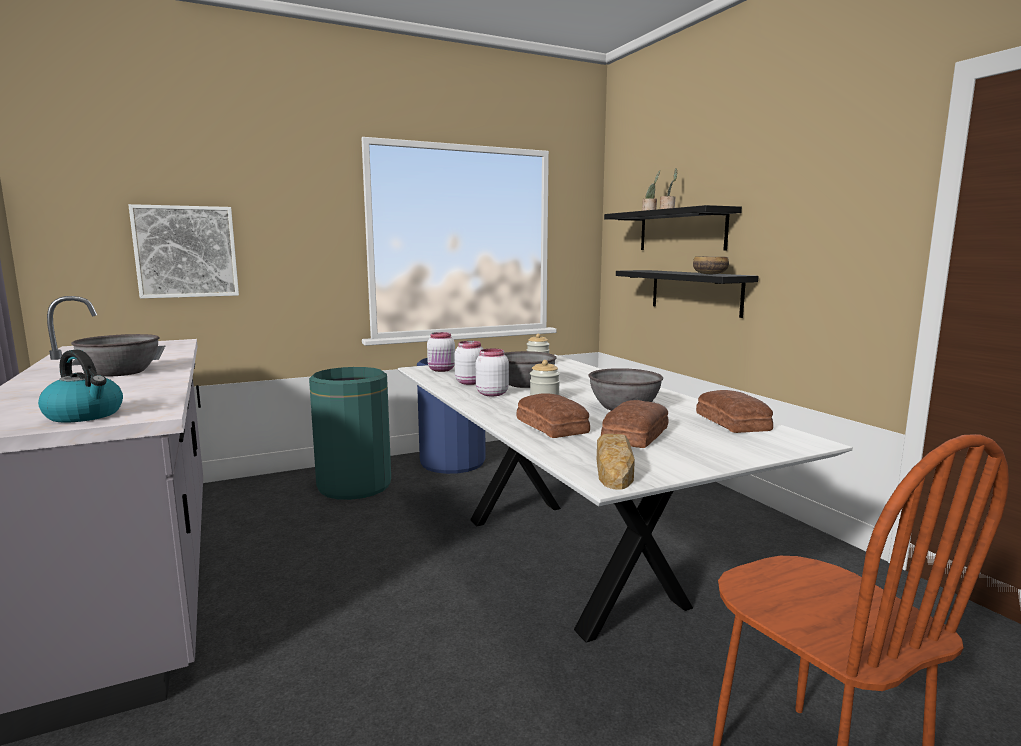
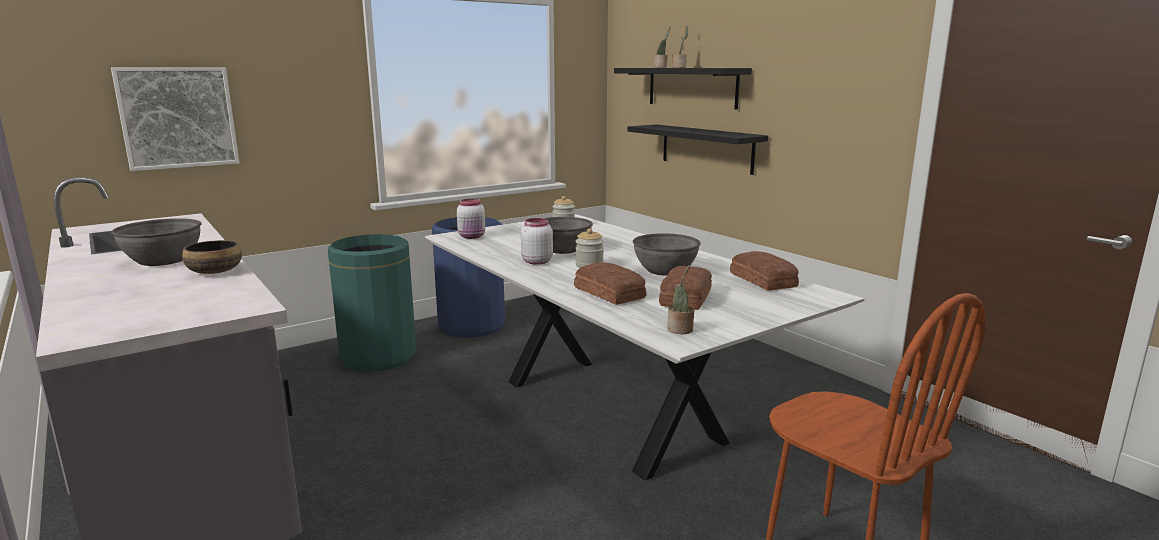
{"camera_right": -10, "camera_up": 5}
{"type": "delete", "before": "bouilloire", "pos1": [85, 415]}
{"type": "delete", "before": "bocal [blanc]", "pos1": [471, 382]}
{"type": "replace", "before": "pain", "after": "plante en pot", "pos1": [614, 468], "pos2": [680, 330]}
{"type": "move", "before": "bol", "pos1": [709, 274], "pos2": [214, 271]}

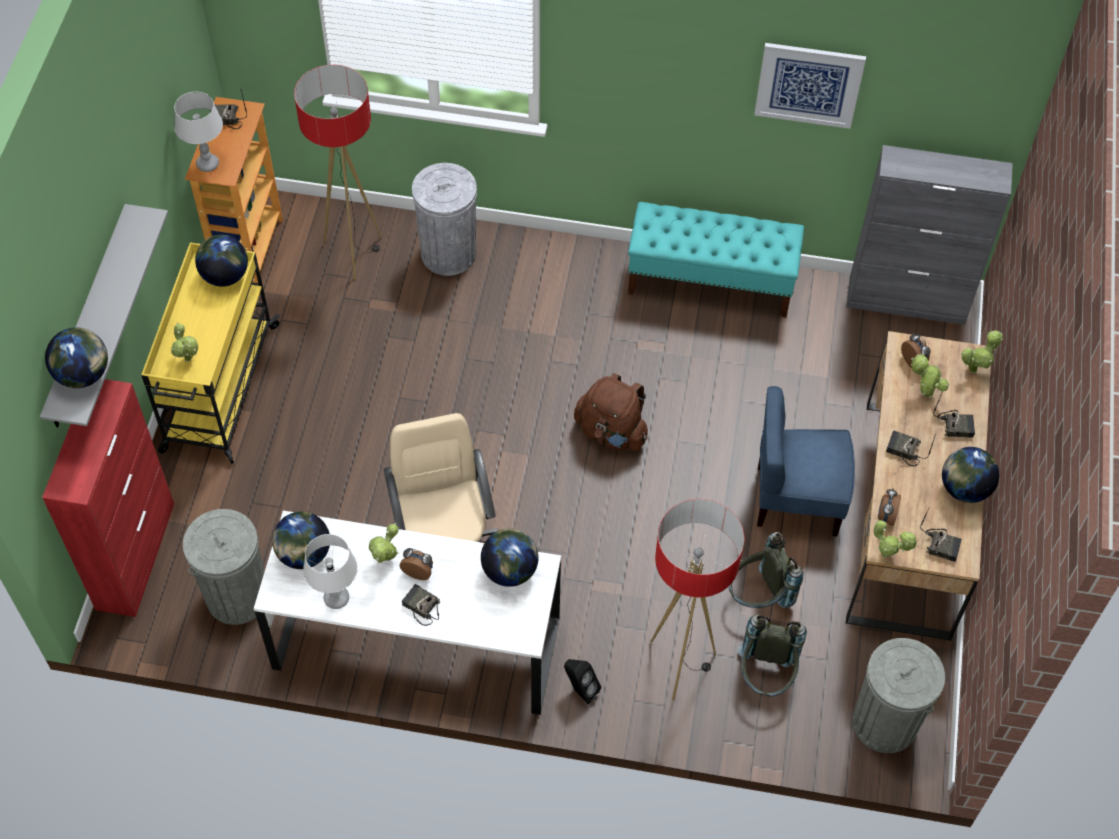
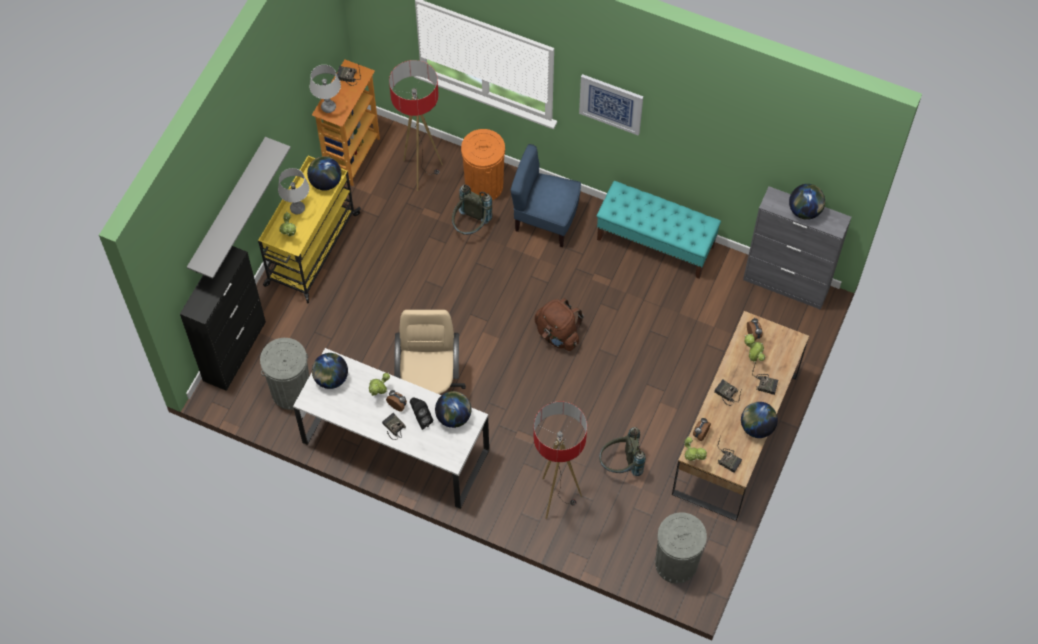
{"camera_right": 15, "camera_up": 5}
{"type": "recolor", "before": "meuble de rangement [rouge]", "after": "meuble de rangement [noir]", "pos1": [136, 555], "pos2": [235, 351]}
{"type": "move", "before": "globe", "pos1": [83, 374], "pos2": [805, 210]}
{"type": "move", "before": "lampe de table [gris]", "pos1": [336, 598], "pos2": [297, 208]}
{"type": "recolor", "before": "poubelle [gris]", "after": "poubelle [orange]", "pos1": [448, 253], "pos2": [484, 185]}
{"type": "move", "before": "enceinte [noir]", "pos1": [580, 690], "pos2": [420, 419]}
{"type": "move", "before": "sac à dos [gris]", "pos1": [766, 676], "pos2": [470, 226]}
{"type": "move", "before": "tableau", "pos1": [808, 84], "pos2": [611, 103]}
{"type": "move", "before": "chaise [bleu]", "pos1": [796, 499], "pos2": [545, 219]}
{"type": "delete", "before": "plante en pot", "pos1": [975, 369]}

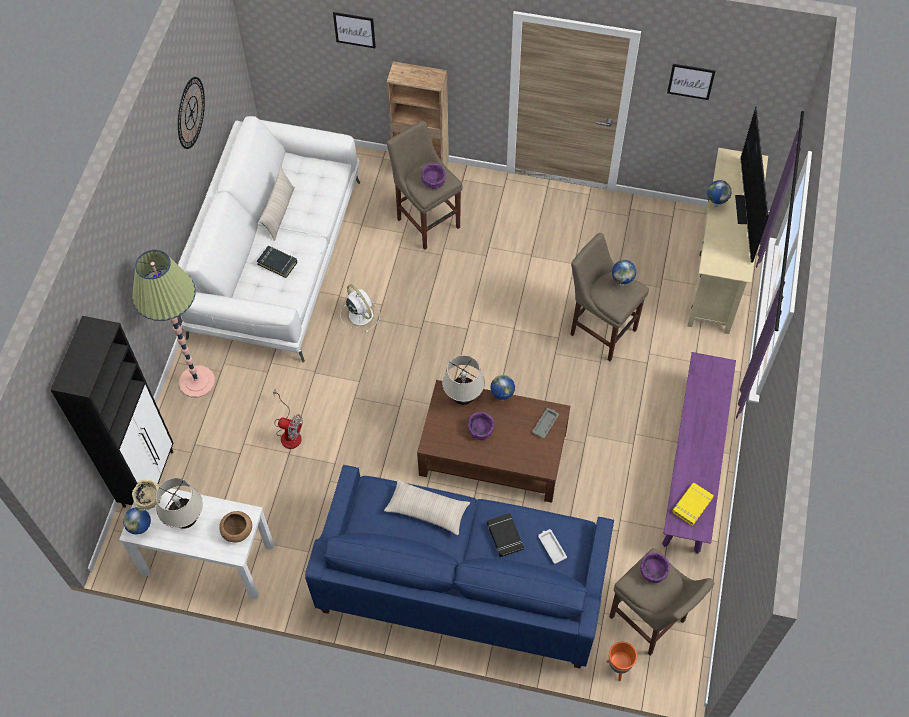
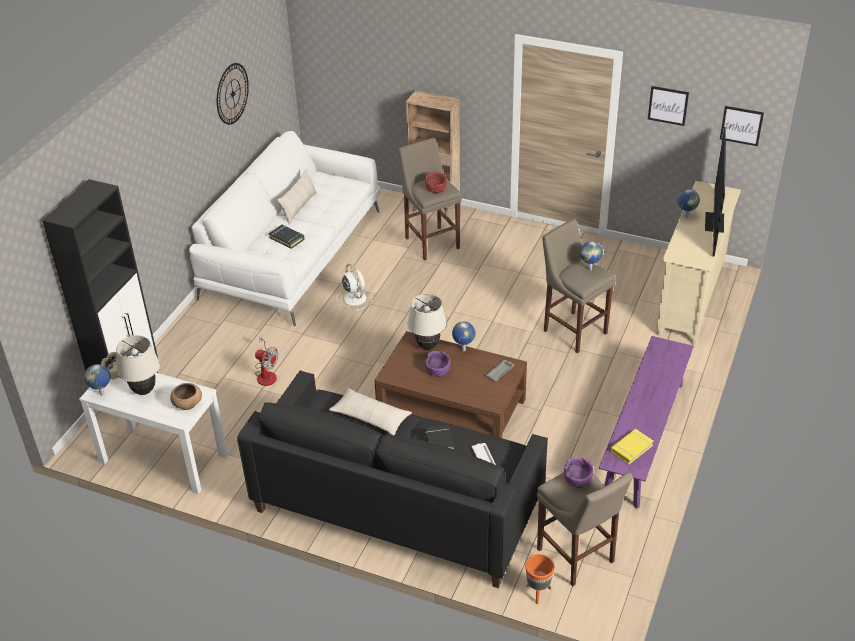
{"camera_right": 10, "camera_up": -20}
{"type": "delete", "before": "lampadaire", "pos1": [197, 382]}
{"type": "recolor", "before": "canapé [bleu]", "after": "canapé [noir]", "pos1": [463, 582], "pos2": [398, 504]}
{"type": "move", "before": "tableau", "pos1": [354, 29], "pos2": [741, 125]}
{"type": "recolor", "before": "bol [violet]", "after": "bol [rouge]", "pos1": [433, 181], "pos2": [436, 189]}

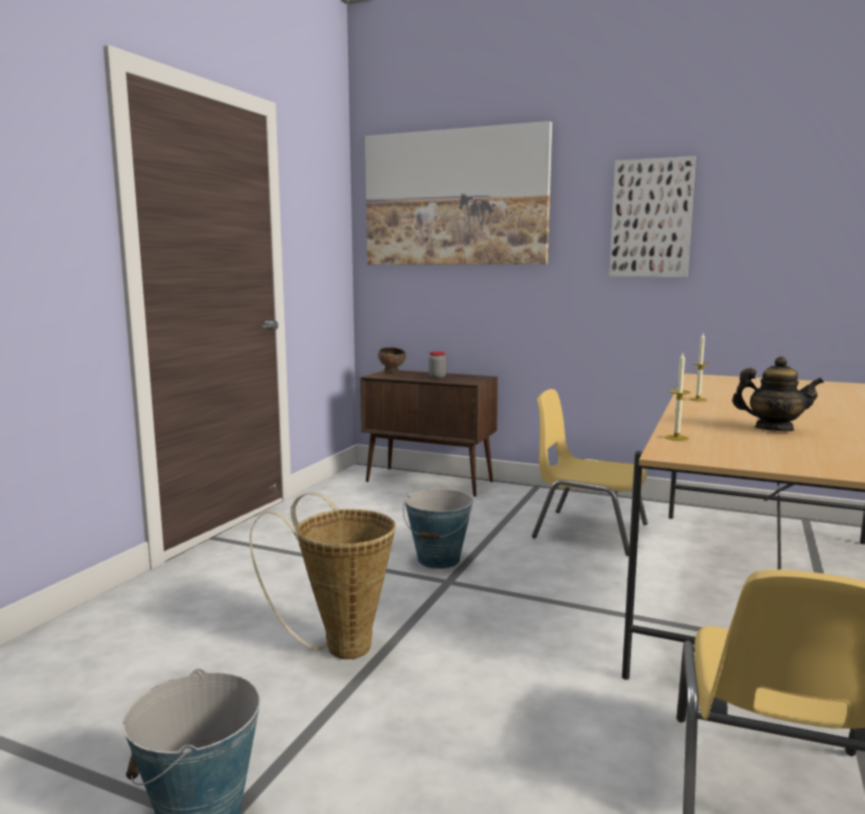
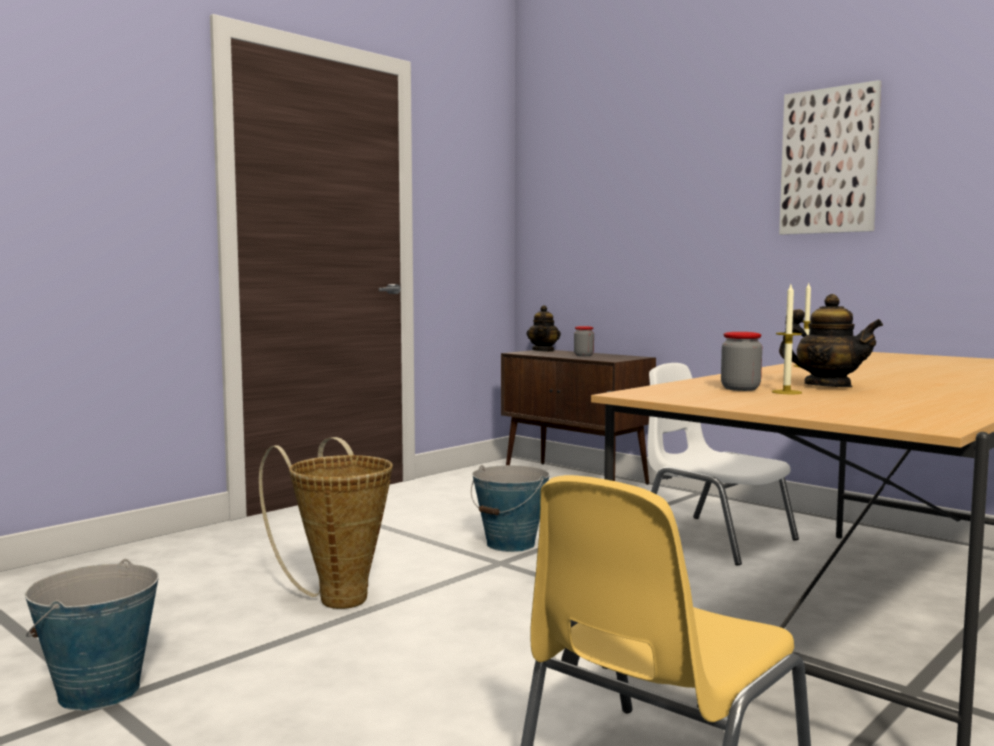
{"camera_right": 20, "camera_up": -5}
{"type": "delete", "before": "tableau", "pos1": [455, 198]}
{"type": "replace", "before": "bol [marron]", "after": "théière", "pos1": [392, 372], "pos2": [543, 350]}
{"type": "recolor", "before": "chaise [jaune]", "after": "chaise [blanc]", "pos1": [588, 531], "pos2": [714, 538]}
{"type": "move", "before": "bougie", "pos1": [676, 438], "pos2": [786, 392]}
{"type": "insert", "after": "bocal", "pos2": [740, 389]}

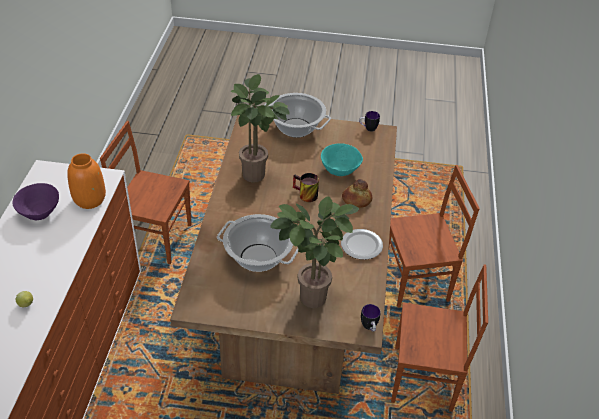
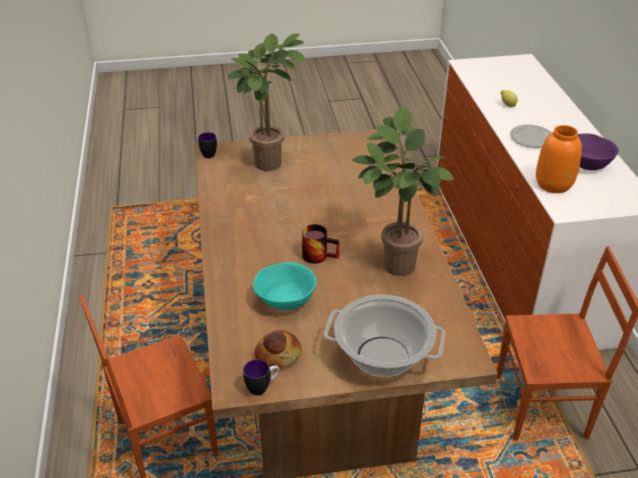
{"camera_right": 165, "camera_up": -5}
{"type": "delete", "before": "marmite", "pos1": [258, 258]}
{"type": "move", "before": "assiette", "pos1": [360, 245], "pos2": [532, 138]}
{"type": "move", "before": "pain", "pos1": [356, 200], "pos2": [278, 355]}
{"type": "delete", "before": "chaise [marron]", "pos1": [424, 380]}

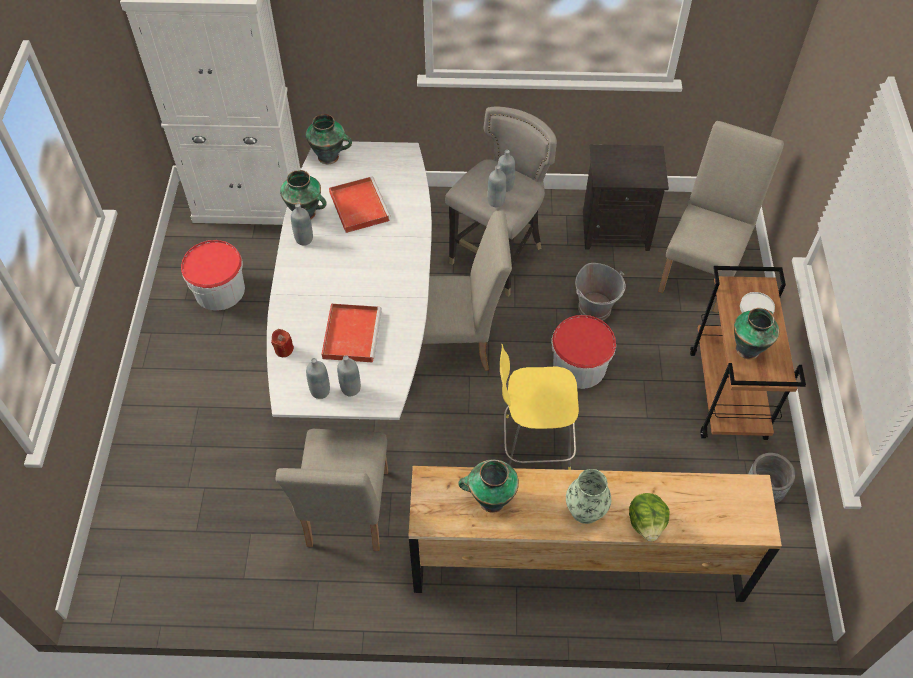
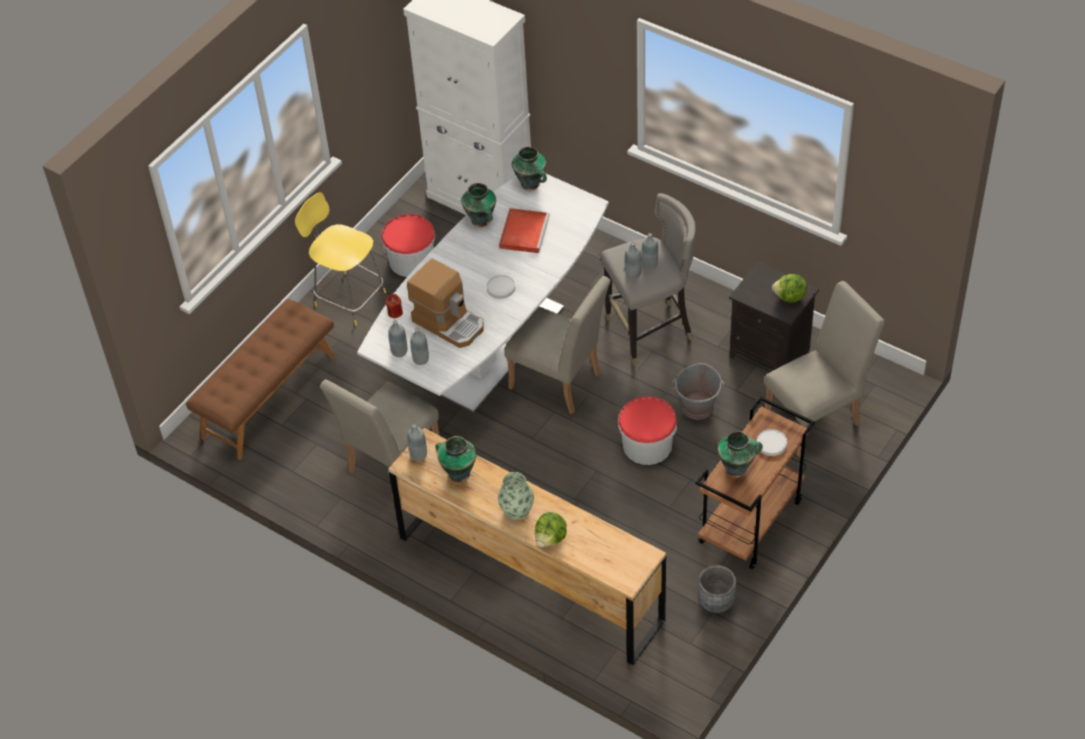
{"camera_right": 35, "camera_up": -5}
{"type": "move", "before": "bouteille [gris]", "pos1": [304, 239], "pos2": [418, 455]}
{"type": "replace", "before": "plateau [rouge]", "after": "machine à café", "pos1": [351, 333], "pos2": [449, 322]}
{"type": "move", "before": "tabouret [jaune]", "pos1": [534, 443], "pos2": [348, 297]}
{"type": "insert", "after": "banc [marron]", "pos2": [268, 396]}
{"type": "insert", "after": "assiette [blanc]", "pos2": [500, 288]}
{"type": "insert", "after": "laitue", "pos2": [789, 297]}

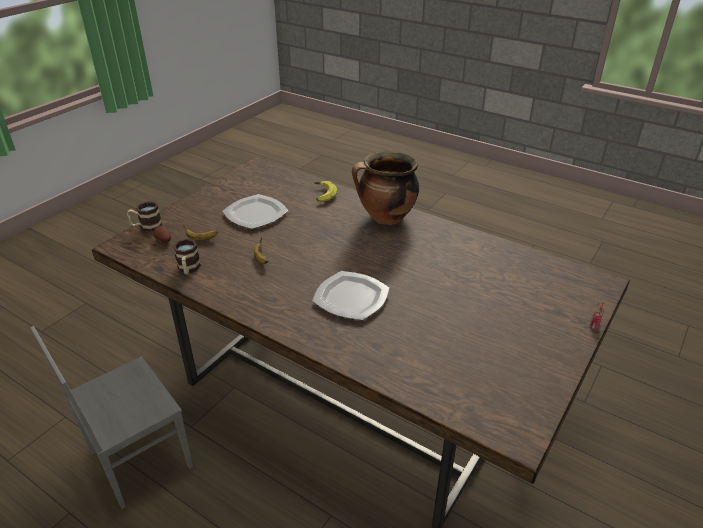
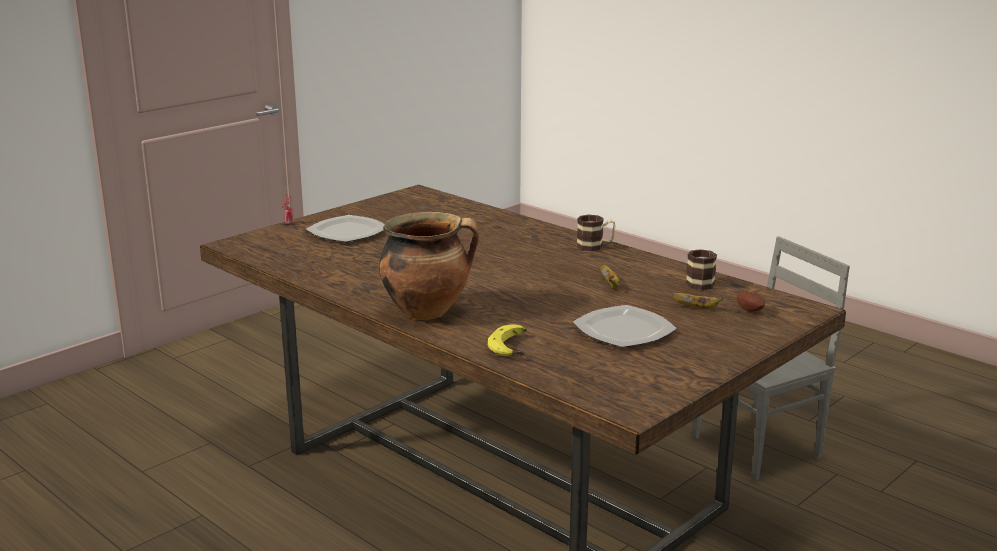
{"camera_right": -170, "camera_up": -15}
{"type": "move", "before": "mug", "pos1": [146, 227], "pos2": [595, 246]}
{"type": "move", "before": "assiette", "pos1": [351, 298], "pos2": [347, 232]}

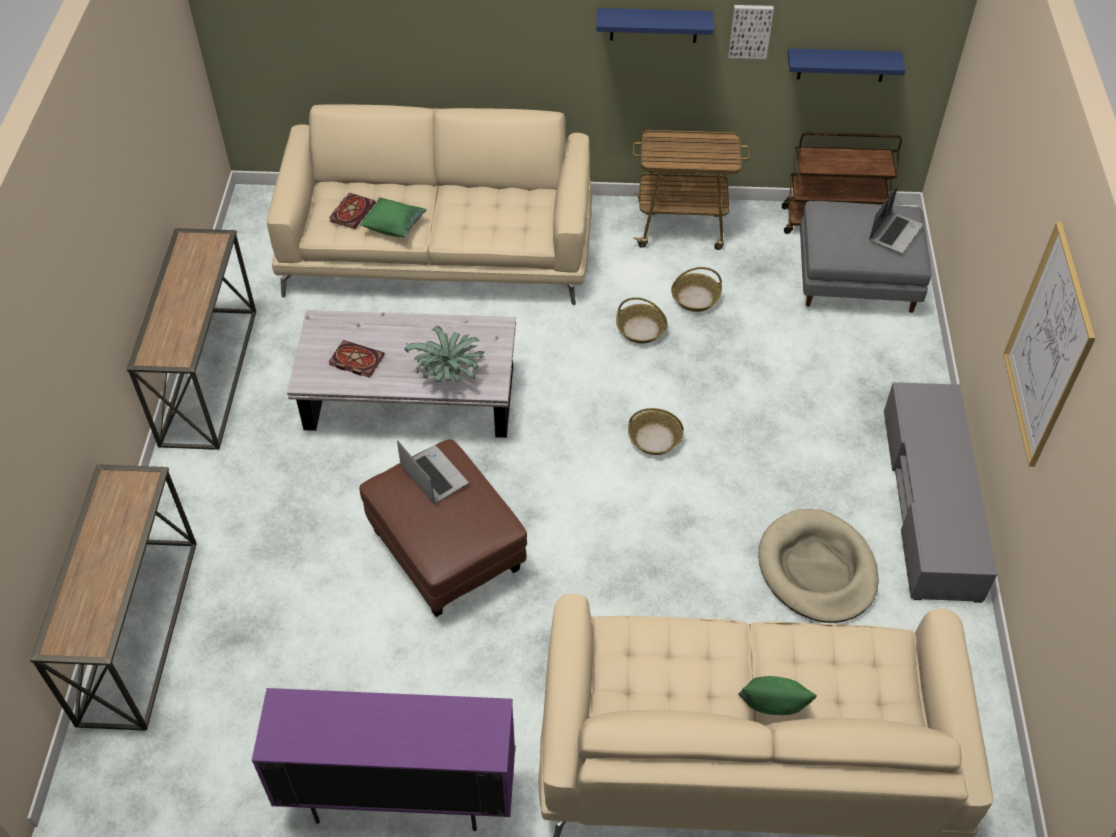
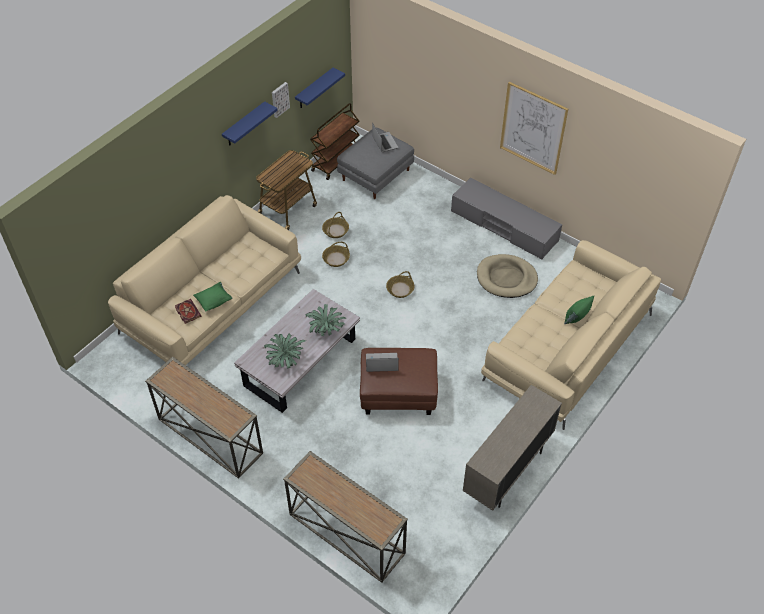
{"camera_right": -55, "camera_up": 0}
{"type": "recolor", "before": "meuble de rangement [violet]", "after": "meuble de rangement [beige]", "pos1": [399, 796], "pos2": [507, 472]}
{"type": "replace", "before": "livre", "after": "plante en pot", "pos1": [355, 360], "pos2": [285, 359]}

